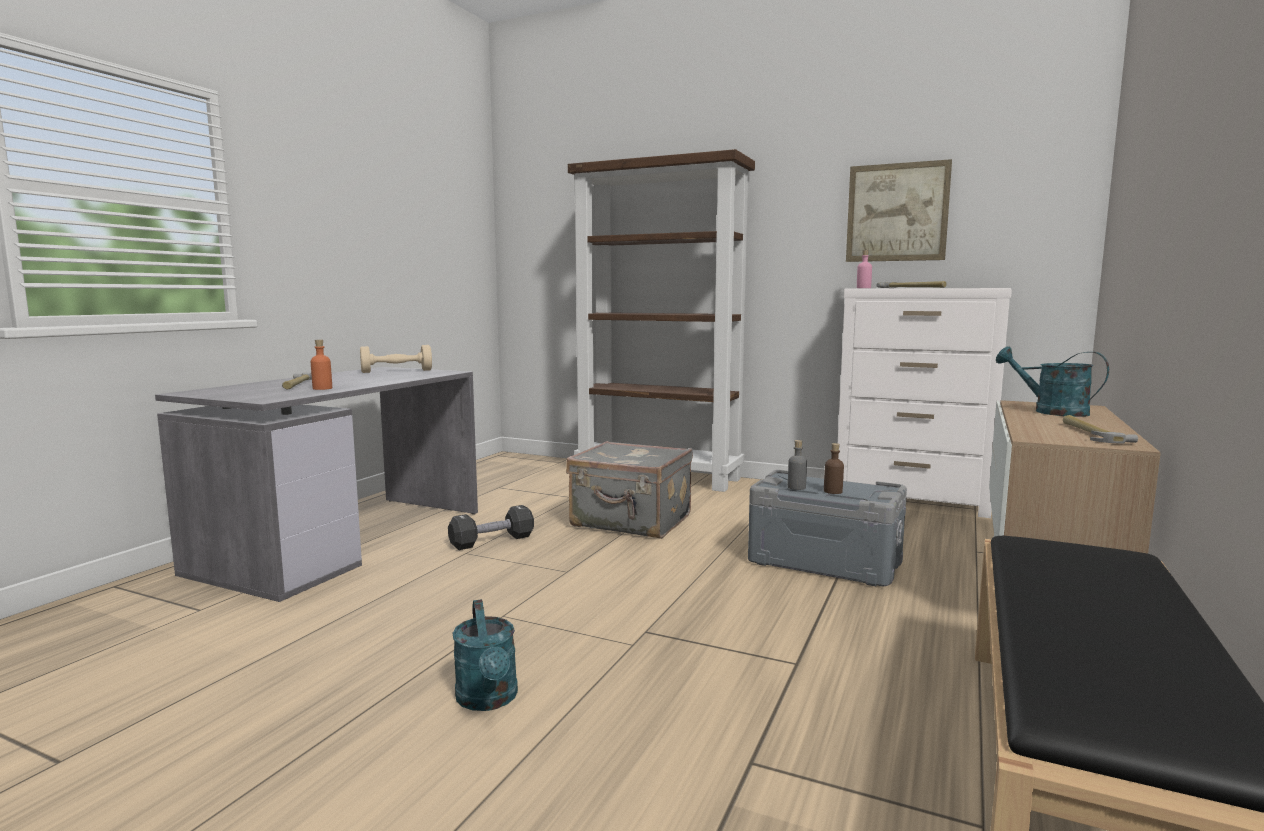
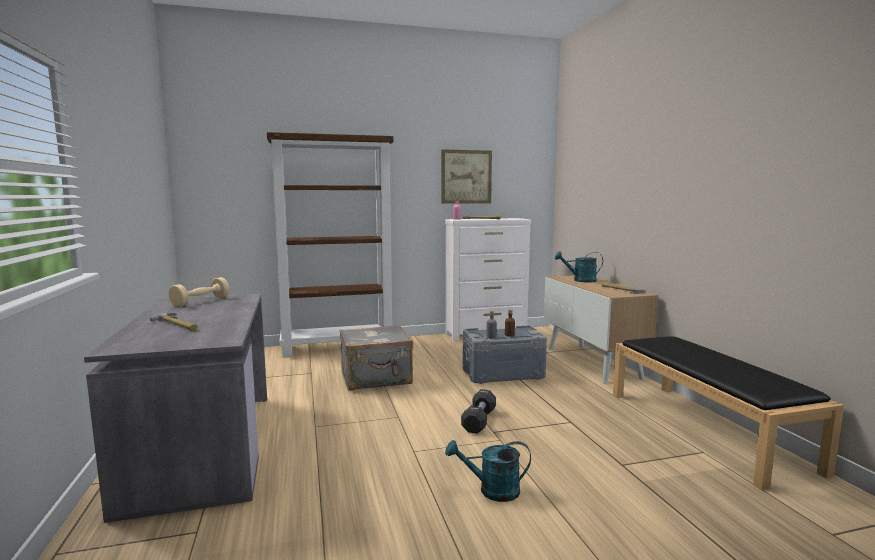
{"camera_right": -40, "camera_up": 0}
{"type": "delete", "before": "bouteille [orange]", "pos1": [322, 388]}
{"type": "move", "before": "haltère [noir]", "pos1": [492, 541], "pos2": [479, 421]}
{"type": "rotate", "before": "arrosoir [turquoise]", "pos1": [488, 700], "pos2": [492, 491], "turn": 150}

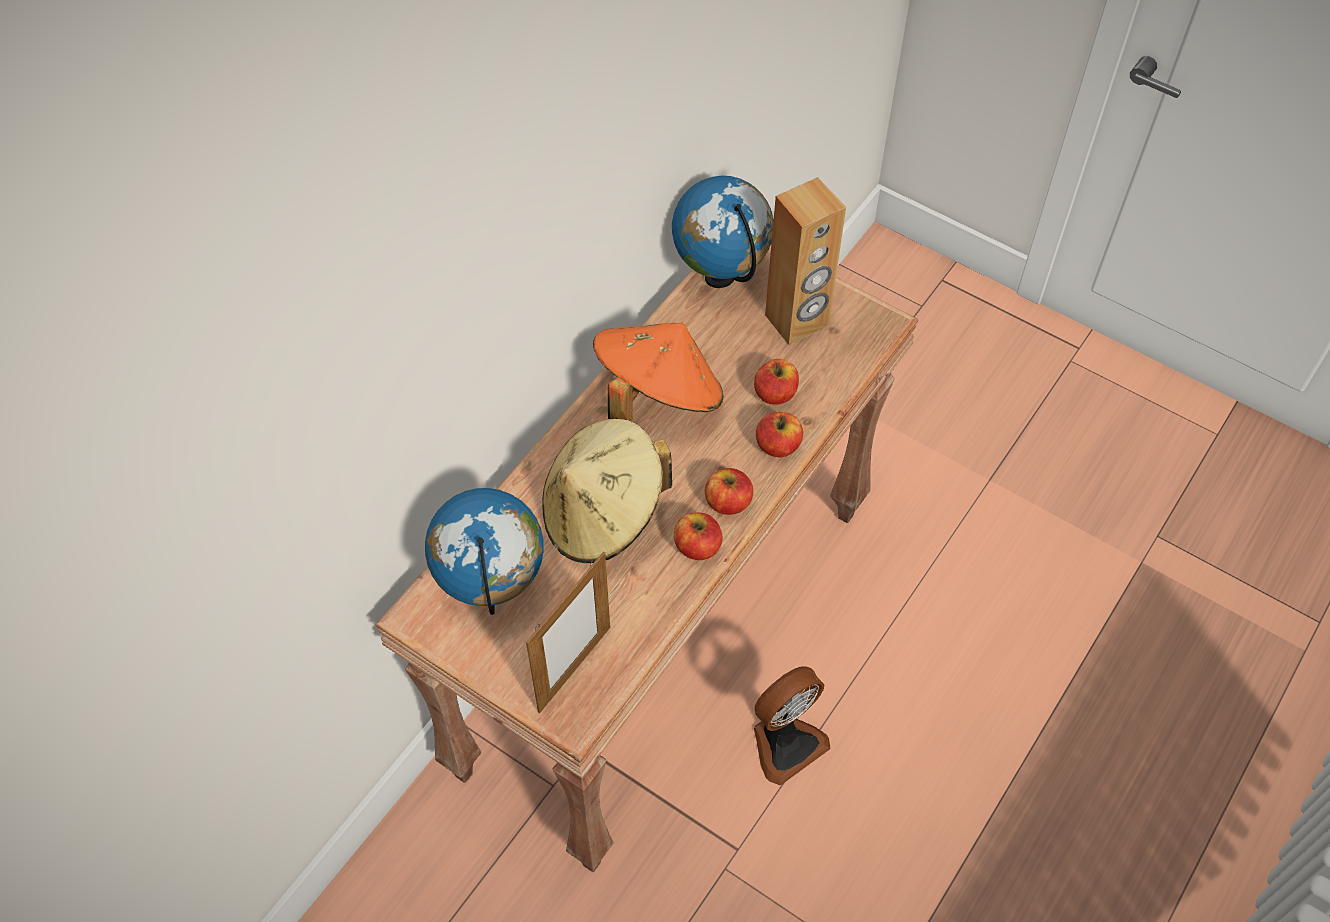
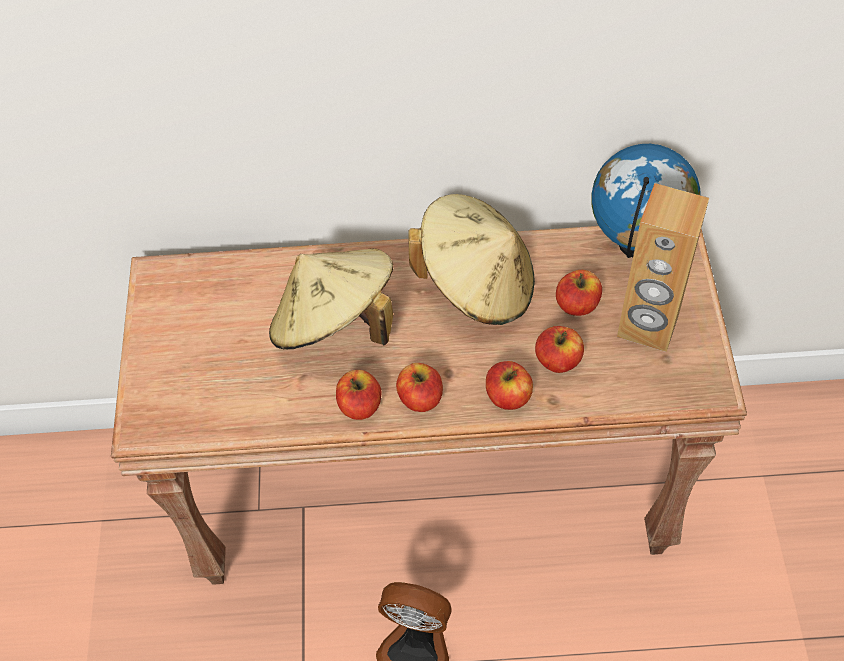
{"camera_right": 55, "camera_up": 0}
{"type": "delete", "before": "globe", "pos1": [493, 588]}
{"type": "delete", "before": "cadre photo", "pos1": [574, 669]}
{"type": "recolor", "before": "chapeau [orange]", "after": "chapeau [beige]", "pos1": [657, 396], "pos2": [477, 284]}
{"type": "insert", "after": "pomme", "pos2": [577, 304]}

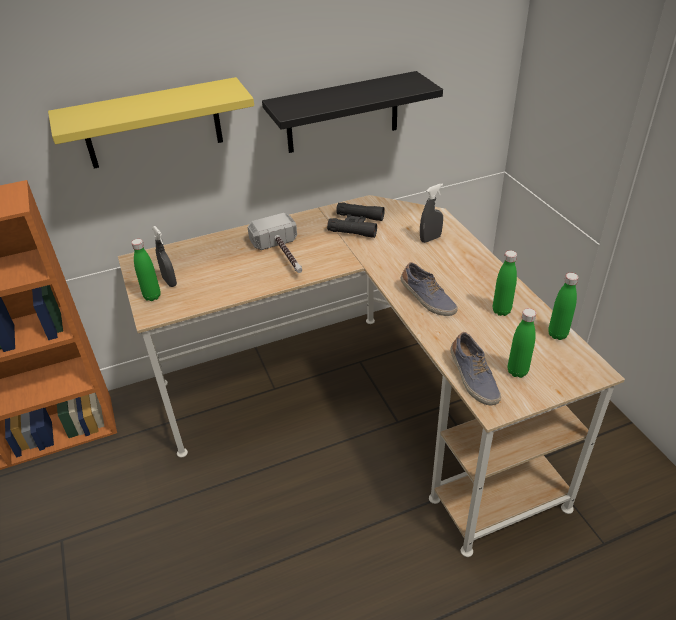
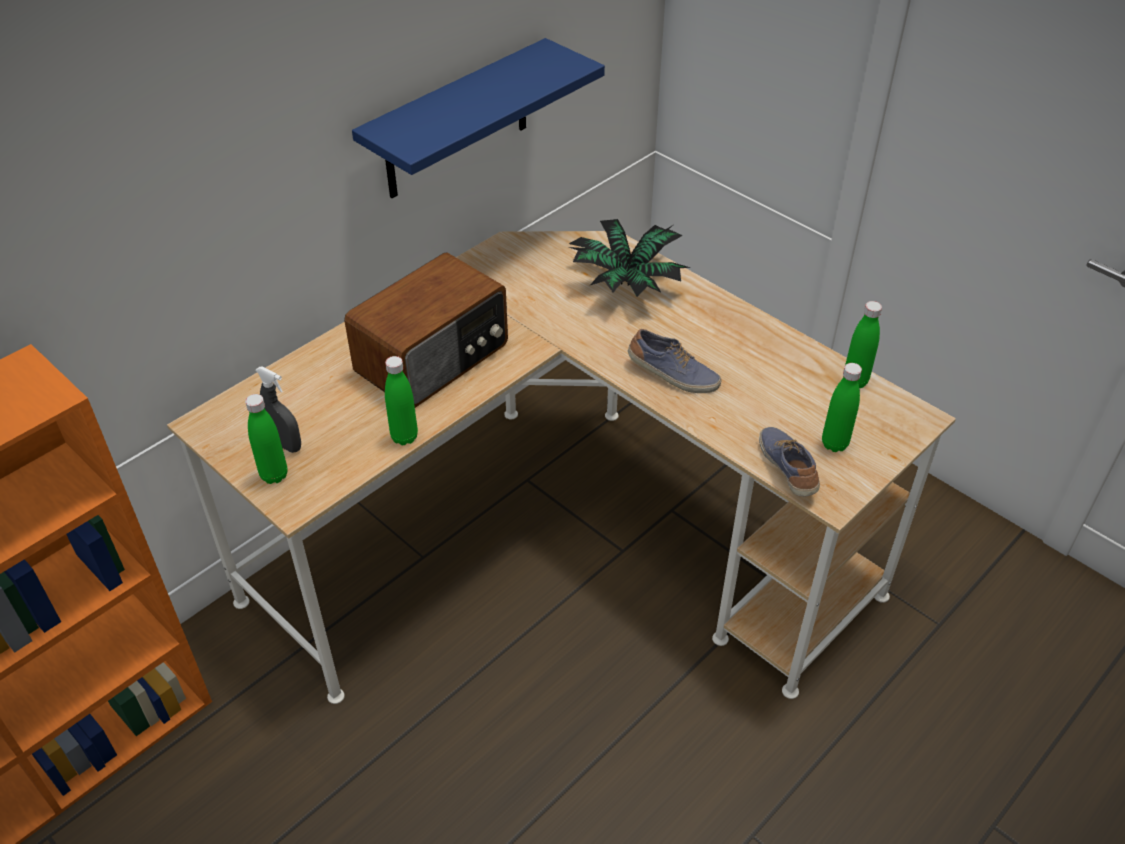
{"camera_right": -25, "camera_up": 5}
{"type": "delete", "before": "étagère [jaune]", "pos1": [153, 124]}
{"type": "replace", "before": "marteau", "after": "radio", "pos1": [284, 255], "pos2": [434, 359]}
{"type": "recolor", "before": "étagère [noir]", "after": "étagère [bleu]", "pos1": [342, 113], "pos2": [456, 121]}
{"type": "delete", "before": "jumelles [noir]", "pos1": [356, 225]}
{"type": "replace", "before": "vaporisateur [gris]", "after": "plante en pot", "pos1": [430, 239], "pos2": [626, 283]}
{"type": "rotate", "before": "chaussure", "pos1": [472, 378], "pos2": [788, 469], "turn": -150}
{"type": "move", "before": "bouteille [vert]", "pos1": [501, 311], "pos2": [404, 437]}

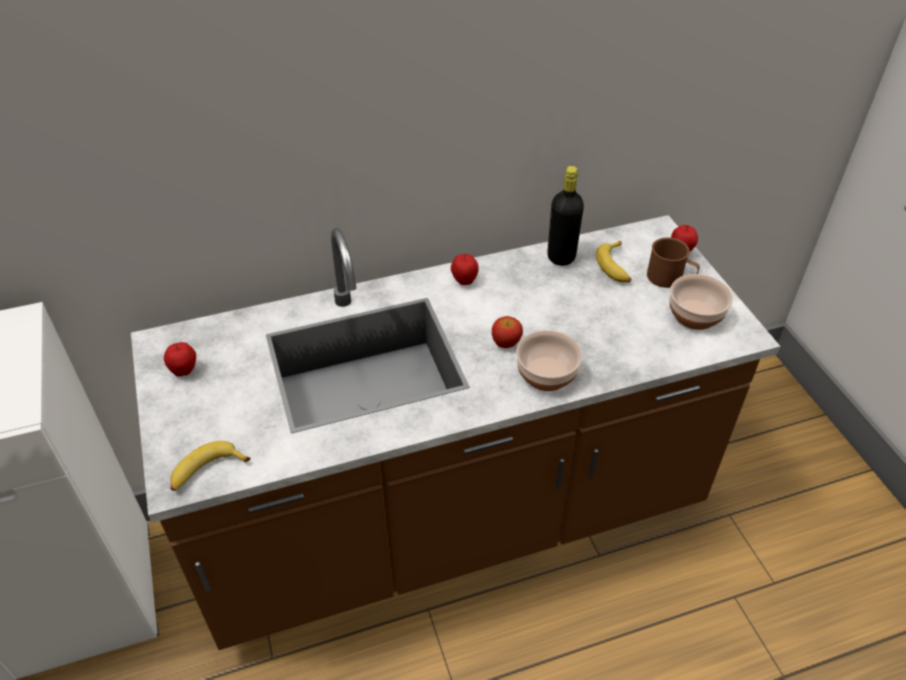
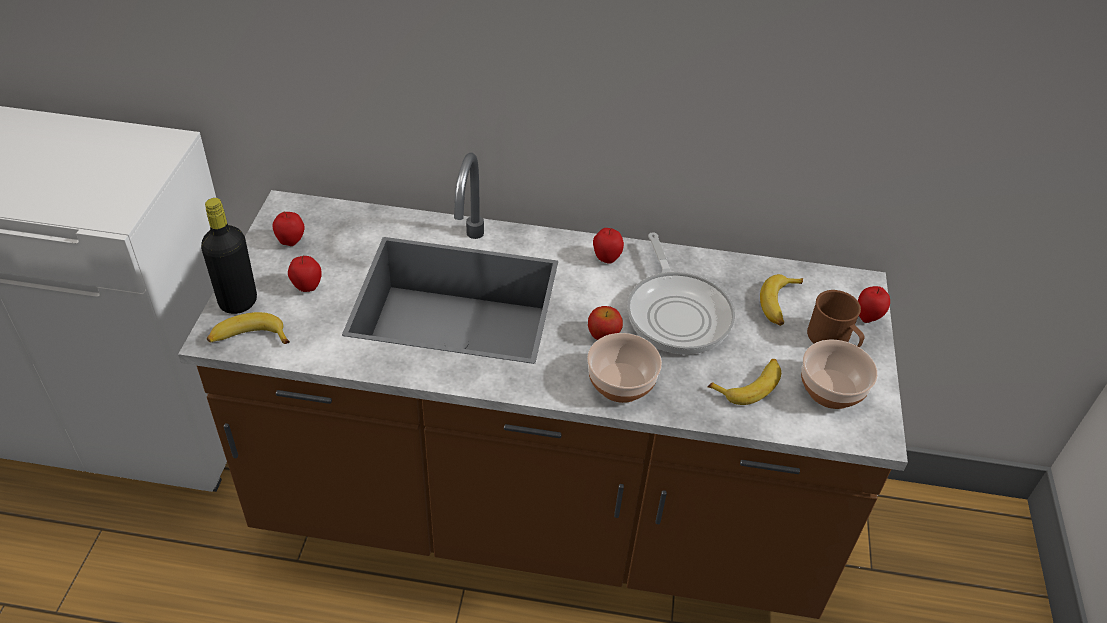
{"camera_right": 25, "camera_up": 0}
{"type": "move", "before": "bouteille [noir]", "pos1": [561, 257], "pos2": [238, 302]}
{"type": "insert", "after": "pomme", "pos2": [307, 287]}
{"type": "insert", "after": "poêle", "pos2": [677, 313]}
{"type": "insert", "after": "banane", "pos2": [749, 385]}

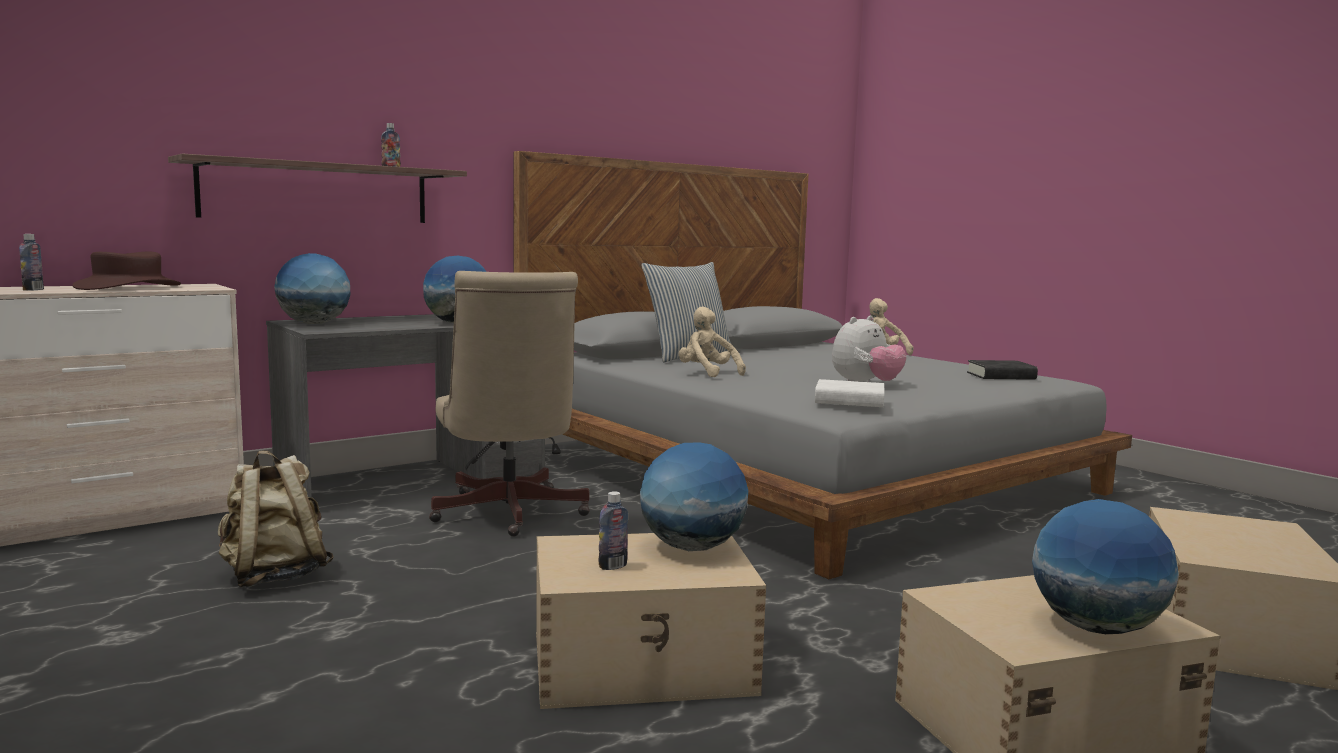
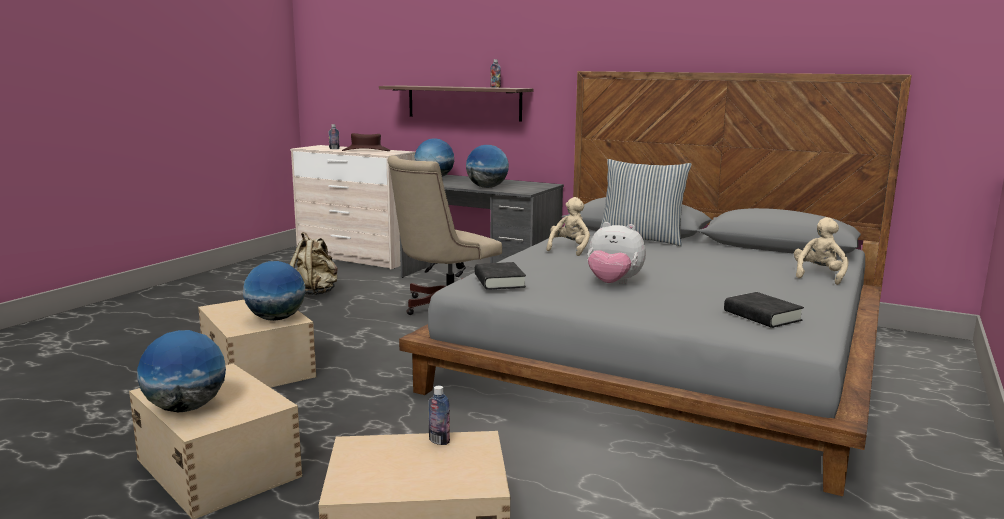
{"camera_right": 65, "camera_up": 5}
{"type": "move", "before": "bouteille", "pos1": [613, 566], "pos2": [439, 441]}
{"type": "recolor", "before": "livre [blanc]", "after": "livre [noir]", "pos1": [849, 401], "pos2": [499, 281]}

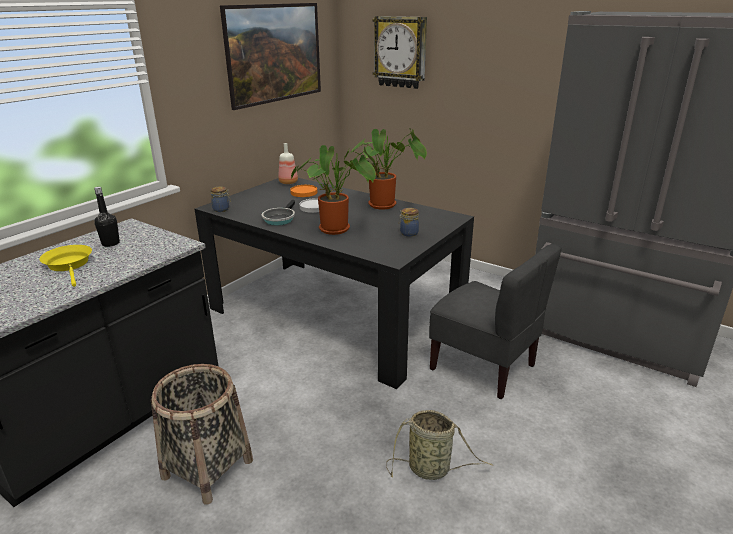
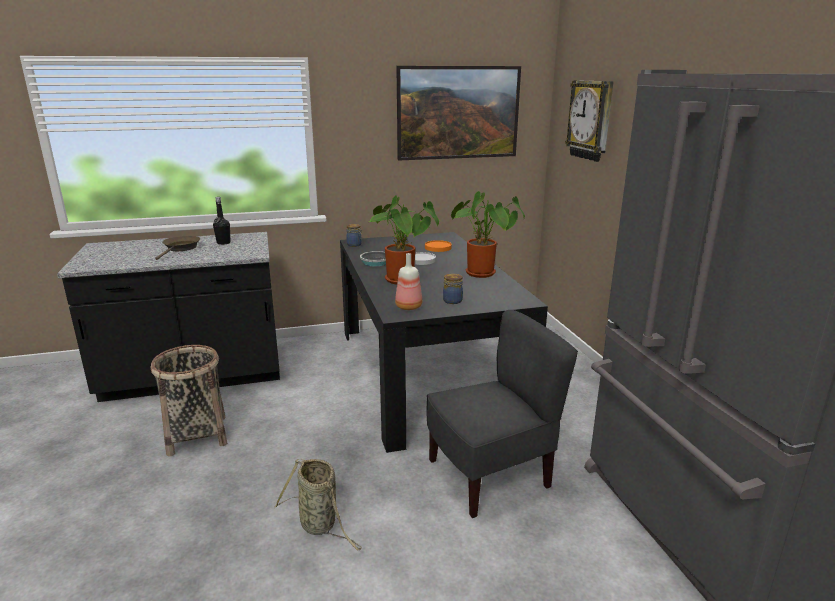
{"camera_right": 40, "camera_up": -5}
{"type": "recolor", "before": "poêle [jaune]", "after": "poêle [marron]", "pos1": [69, 265], "pos2": [180, 248]}
{"type": "move", "before": "bouteille", "pos1": [289, 182], "pos2": [409, 307]}
{"type": "rotate", "before": "chaise [gris]", "pos1": [483, 367], "pos2": [490, 475], "turn": -105}

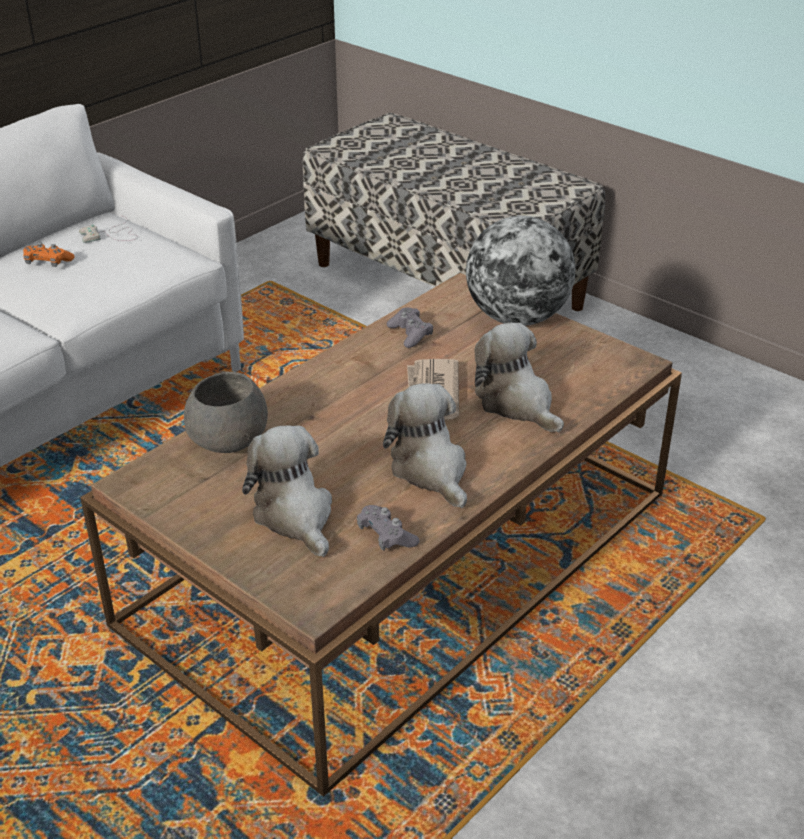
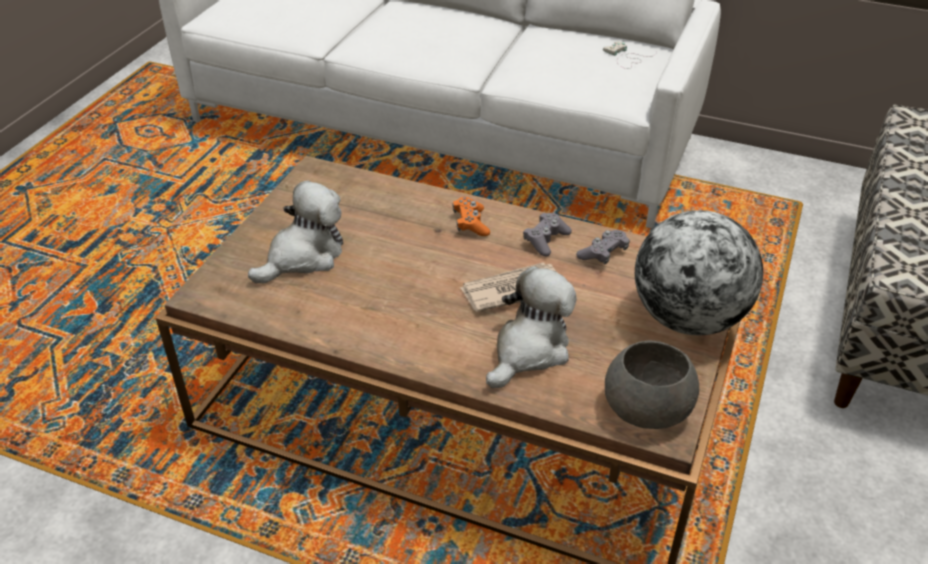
{"camera_right": 70, "camera_up": 5}
{"type": "move", "before": "manette [orange]", "pos1": [48, 263], "pos2": [470, 223]}
{"type": "move", "before": "bol [gris]", "pos1": [229, 438], "pos2": [649, 408]}
{"type": "move", "before": "manette [gris]", "pos1": [386, 536], "pos2": [546, 240]}
{"type": "delete", "before": "peluche", "pos1": [431, 470]}

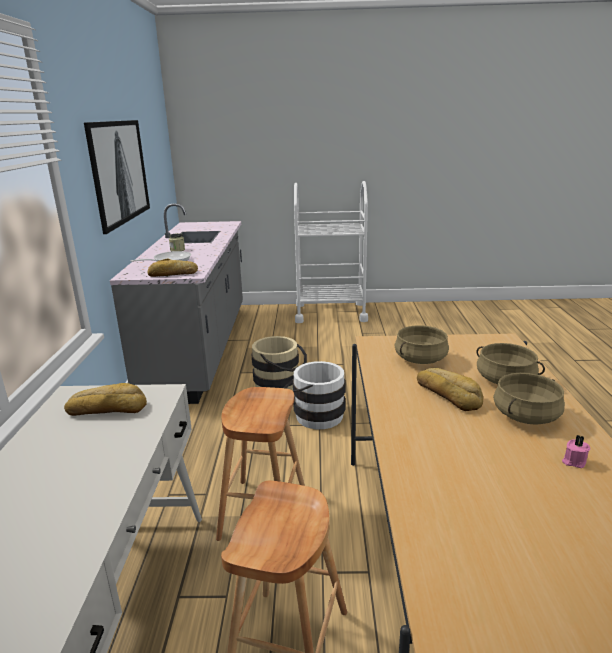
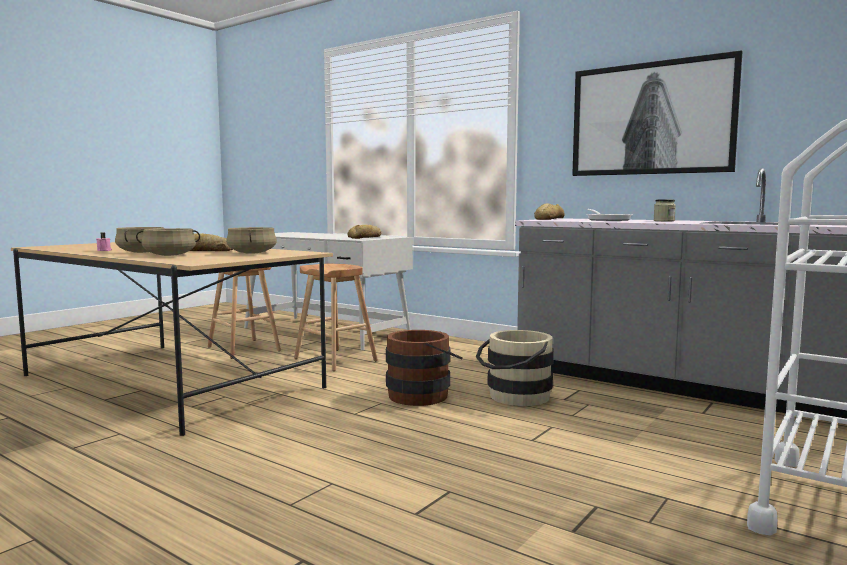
{"camera_right": 125, "camera_up": -15}
{"type": "recolor", "before": "seau [blanc]", "after": "seau [marron]", "pos1": [314, 415], "pos2": [423, 395]}

